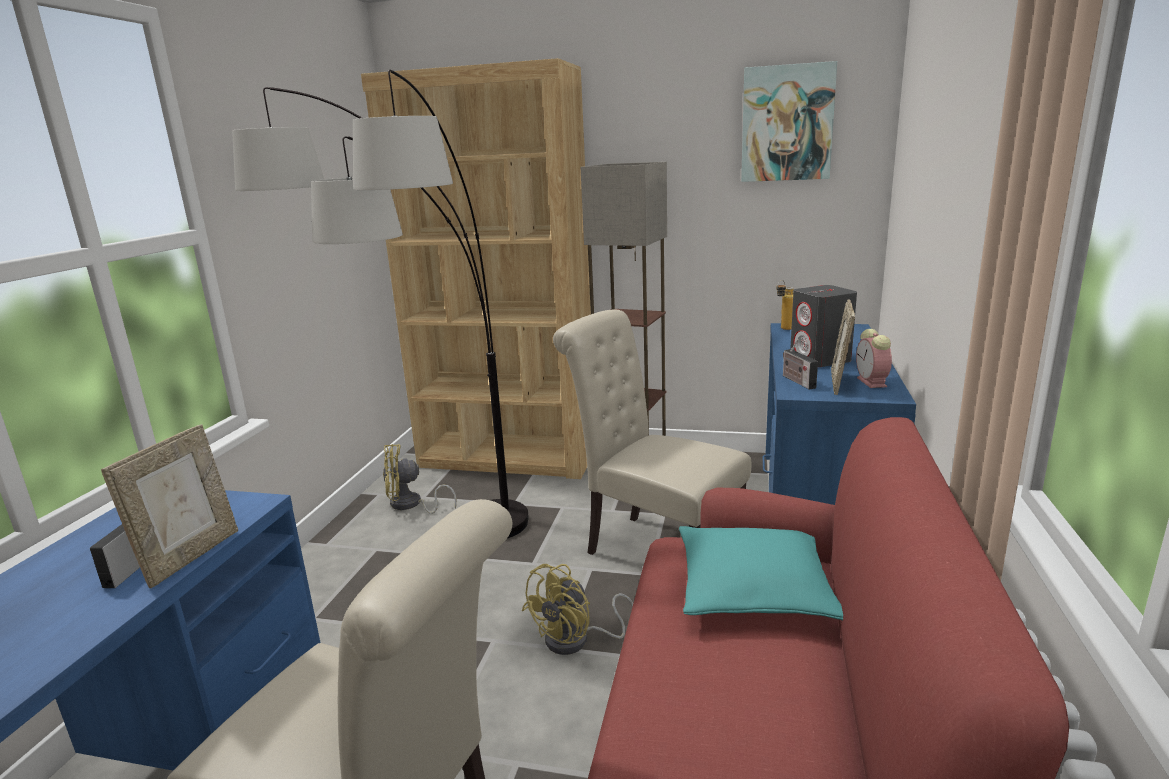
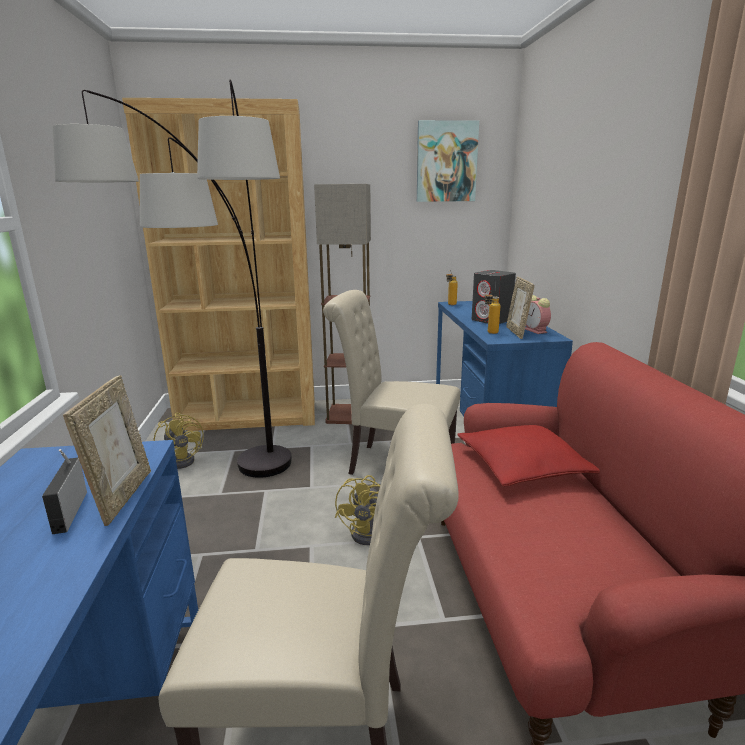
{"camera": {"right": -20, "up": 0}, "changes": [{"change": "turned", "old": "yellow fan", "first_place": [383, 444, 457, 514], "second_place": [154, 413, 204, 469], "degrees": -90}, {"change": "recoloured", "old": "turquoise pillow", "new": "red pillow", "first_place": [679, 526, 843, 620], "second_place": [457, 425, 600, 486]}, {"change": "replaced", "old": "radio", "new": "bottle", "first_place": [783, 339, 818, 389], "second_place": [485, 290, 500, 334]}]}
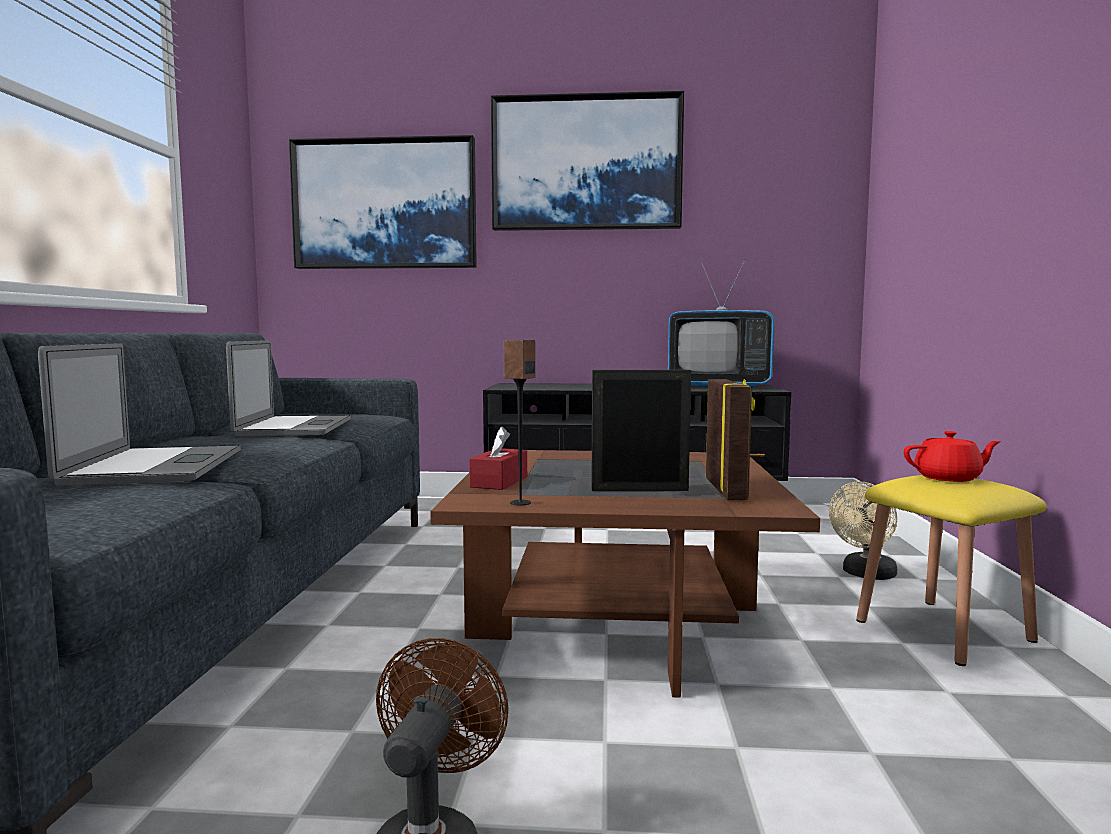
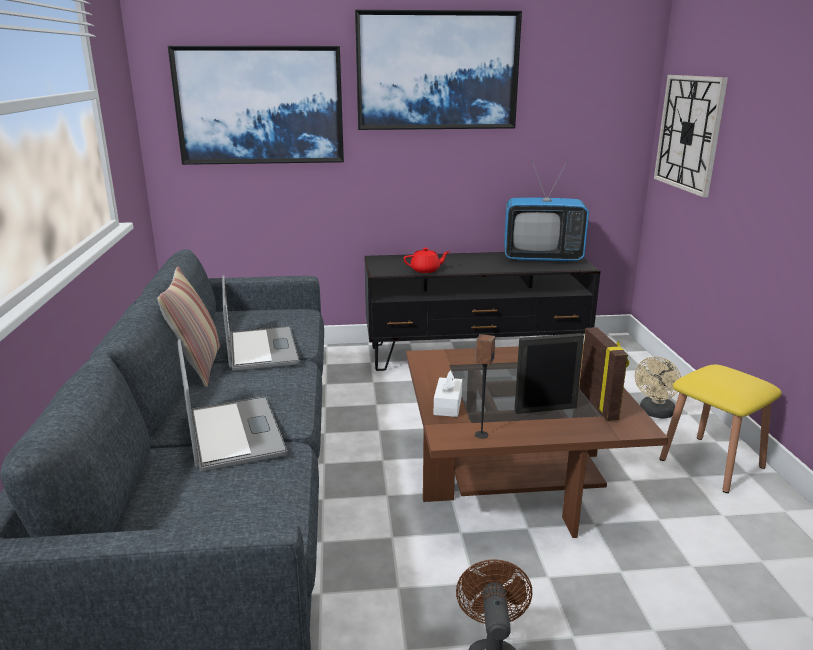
{"camera": {"right": -10, "up": 15}, "changes": [{"change": "added", "new": "pillow", "second_place": [157, 266, 220, 387]}, {"change": "moved", "old": "red teapot", "first_place": [904, 431, 1001, 482], "second_place": [404, 248, 450, 273]}, {"change": "recoloured", "old": "red tissue box", "new": "white tissue box", "first_place": [469, 426, 527, 490], "second_place": [434, 370, 462, 417]}, {"change": "added", "new": "wall clock", "second_place": [654, 75, 728, 197]}]}
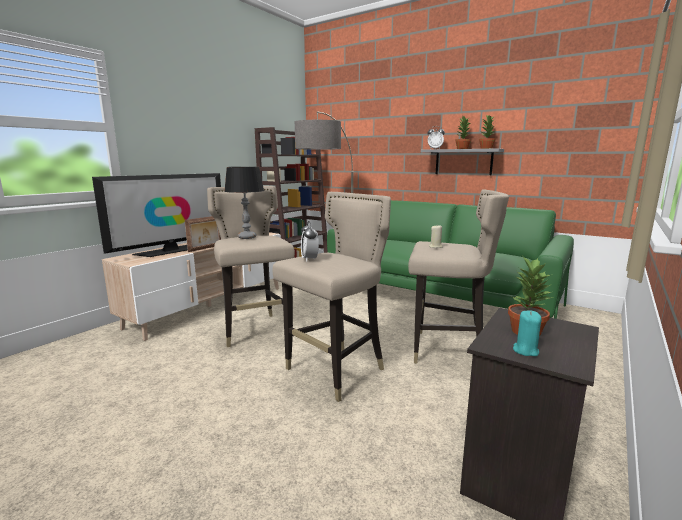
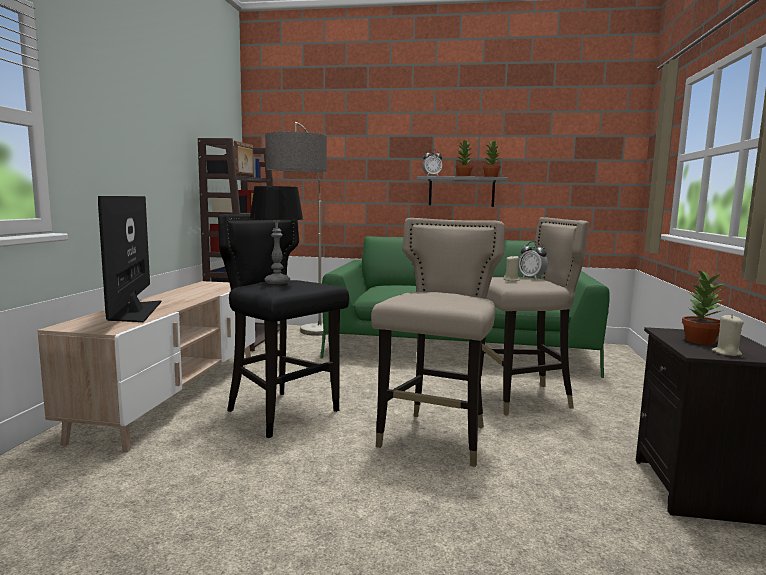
{"camera": {"right": -25, "up": -5}, "changes": [{"change": "turned", "old": "television", "first_place": [92, 173, 221, 257], "second_place": [98, 196, 162, 322], "degrees": 150}, {"change": "recoloured", "old": "beige stool", "new": "black stool", "first_place": [207, 186, 295, 347], "second_place": [218, 214, 349, 438]}, {"change": "moved", "old": "picture frame", "first_place": [185, 216, 221, 252], "second_place": [234, 141, 254, 177]}, {"change": "moved", "old": "alarm clock", "first_place": [301, 221, 319, 262], "second_place": [519, 241, 548, 279]}, {"change": "recoloured", "old": "turquoise candle", "new": "beige candle", "first_place": [513, 310, 542, 356], "second_place": [712, 314, 744, 356]}]}
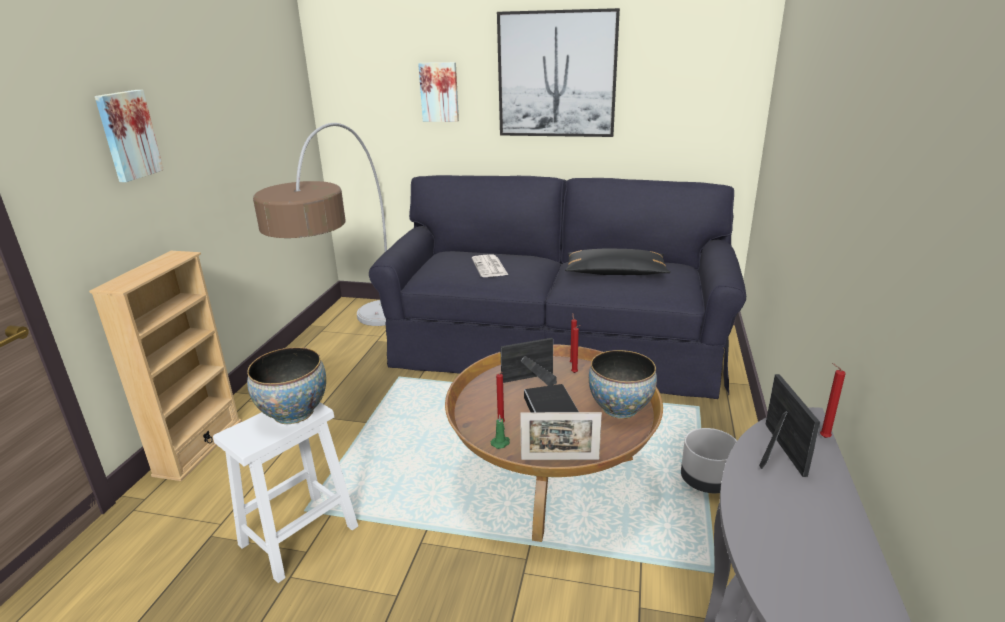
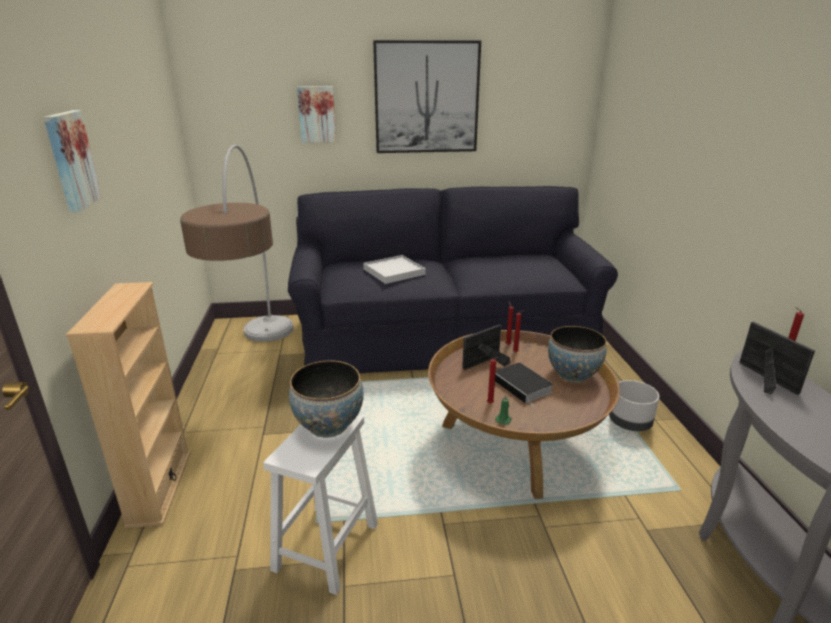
{"camera": {"right": -20, "up": 0}, "changes": [{"change": "replaced", "old": "newspaper", "new": "white tray", "first_place": [472, 254, 508, 277], "second_place": [363, 255, 426, 284]}, {"change": "removed", "old": "picture frame", "first_place": [520, 412, 602, 460]}, {"change": "removed", "old": "black pillow", "first_place": [565, 249, 671, 275]}]}
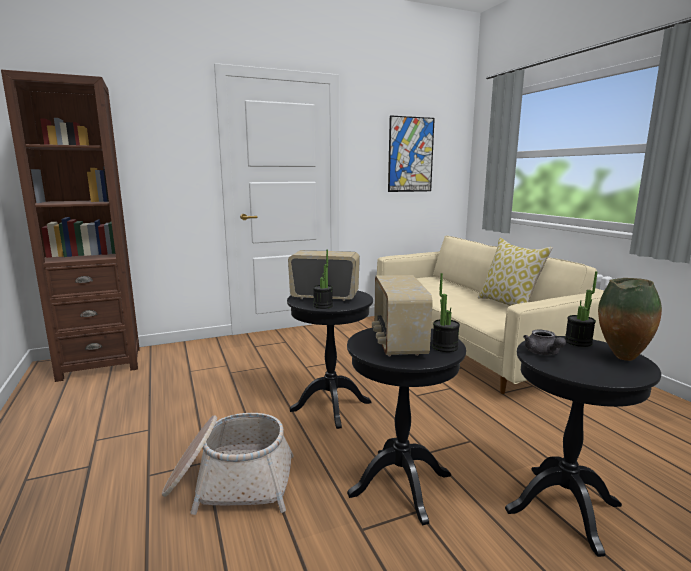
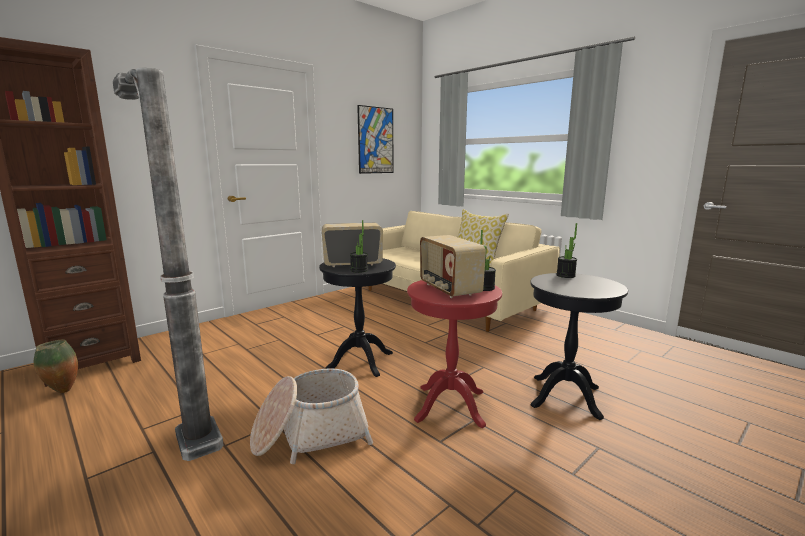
{"camera": {"right": -20, "up": 0}, "changes": [{"change": "moved", "old": "vase", "first_place": [598, 278, 662, 361], "second_place": [34, 340, 78, 393]}, {"change": "added", "new": "floor lamp", "second_place": [113, 68, 224, 461]}, {"change": "recoloured", "old": "black side table", "new": "red side table", "first_place": [347, 328, 466, 525], "second_place": [407, 280, 502, 428]}, {"change": "removed", "old": "grey teapot", "first_place": [523, 329, 566, 355]}]}
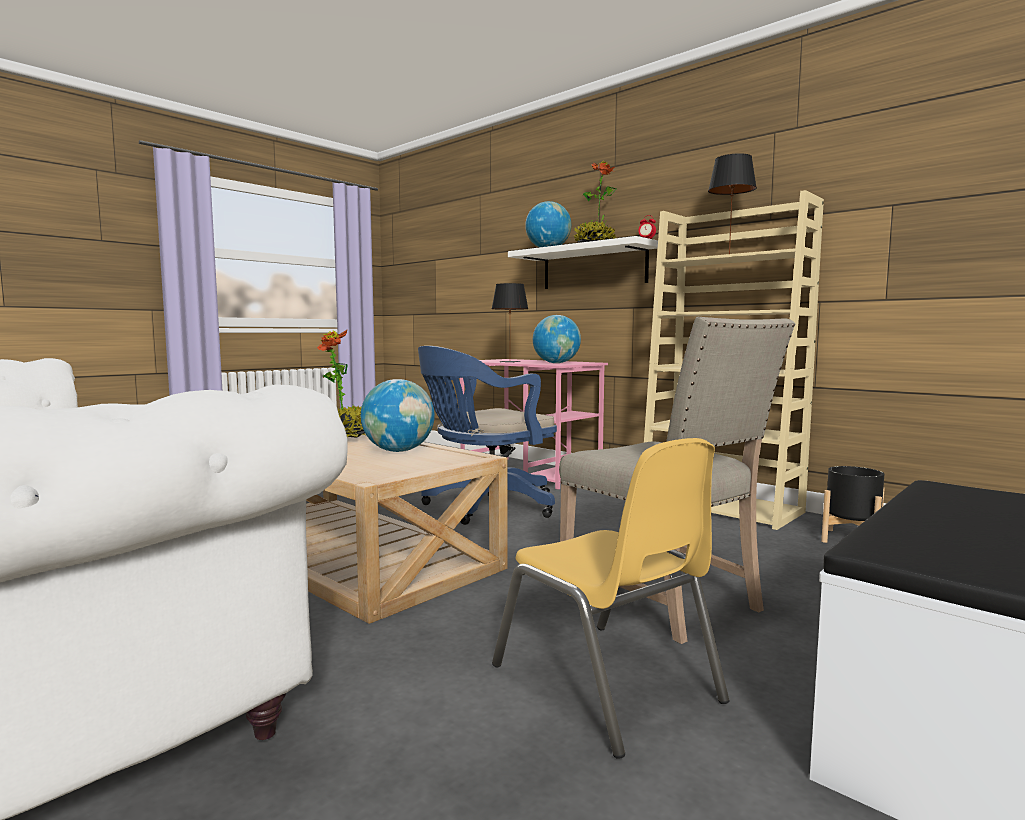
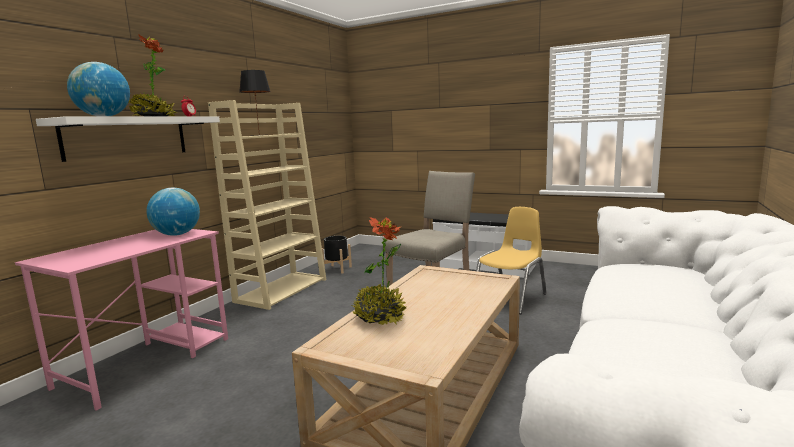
{"camera": {"right": -105, "up": 5}, "changes": [{"change": "removed", "old": "globe", "first_place": [361, 379, 435, 452]}, {"change": "removed", "old": "blue office chair", "first_place": [418, 346, 557, 525]}, {"change": "removed", "old": "black table lamp", "first_place": [492, 283, 528, 362]}]}
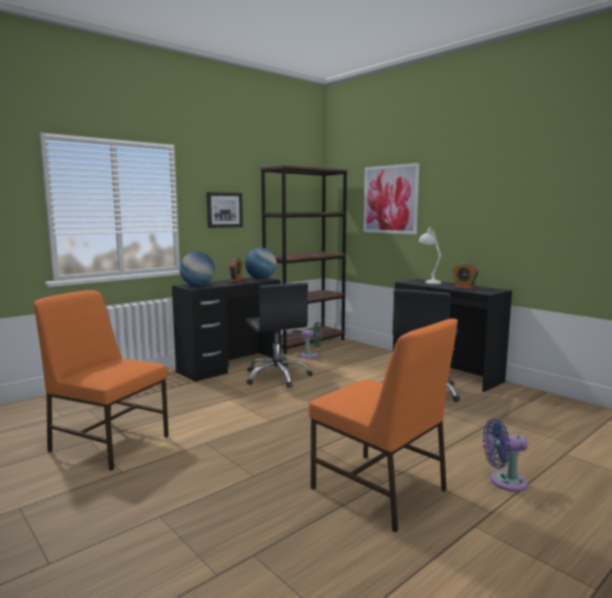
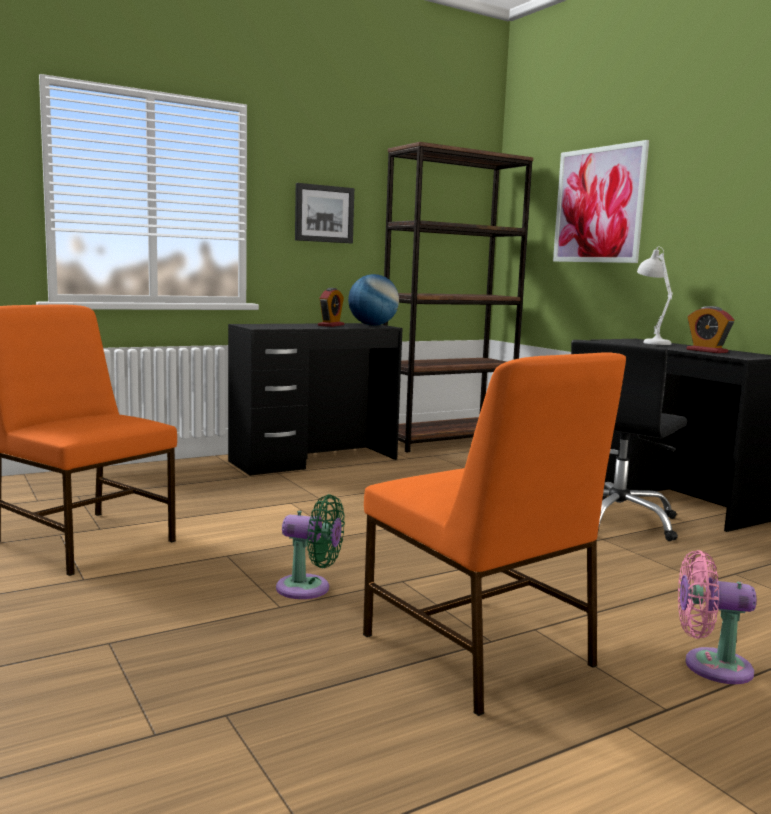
{"camera": {"right": 10, "up": 0}, "changes": [{"change": "moved", "old": "green fan", "first_place": [300, 321, 321, 359], "second_place": [276, 494, 345, 599]}, {"change": "recoloured", "old": "blue fan", "new": "pink fan", "first_place": [483, 419, 528, 492], "second_place": [678, 550, 757, 684]}, {"change": "removed", "old": "globe", "first_place": [179, 251, 215, 286]}, {"change": "removed", "old": "black office chair", "first_place": [246, 283, 313, 388]}]}
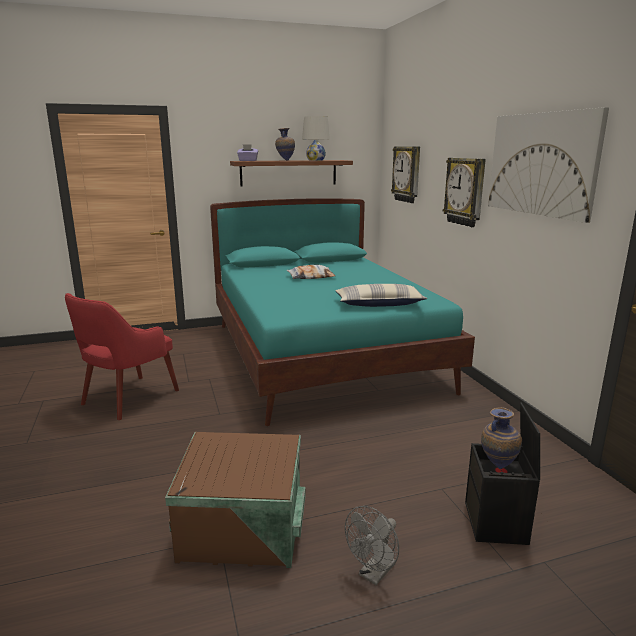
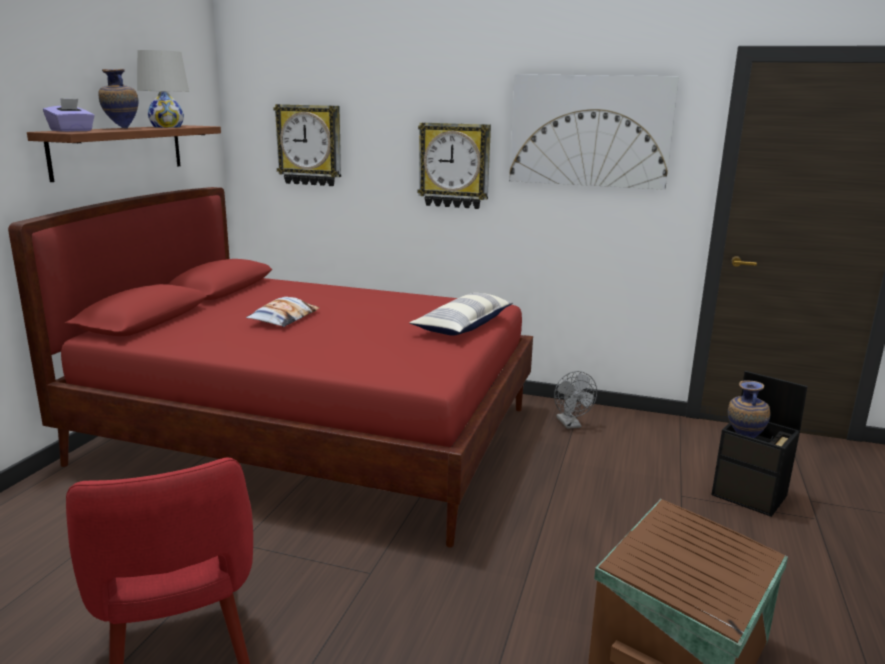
{"camera": {"right": -55, "up": 0}, "changes": [{"change": "recoloured", "old": "turquoise bed", "new": "red bed", "first_place": [210, 198, 475, 426], "second_place": [8, 187, 533, 548]}, {"change": "moved", "old": "grey fan", "first_place": [345, 506, 399, 585], "second_place": [554, 371, 597, 429]}]}
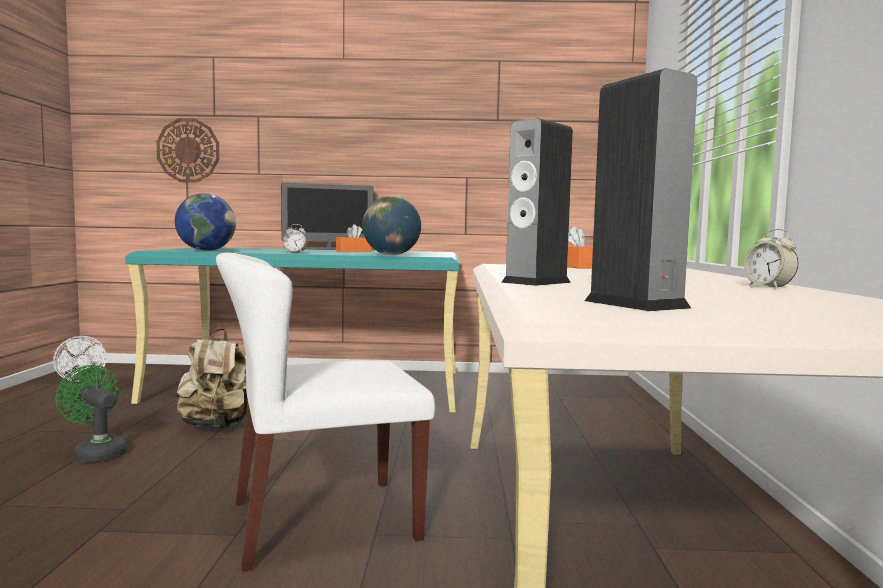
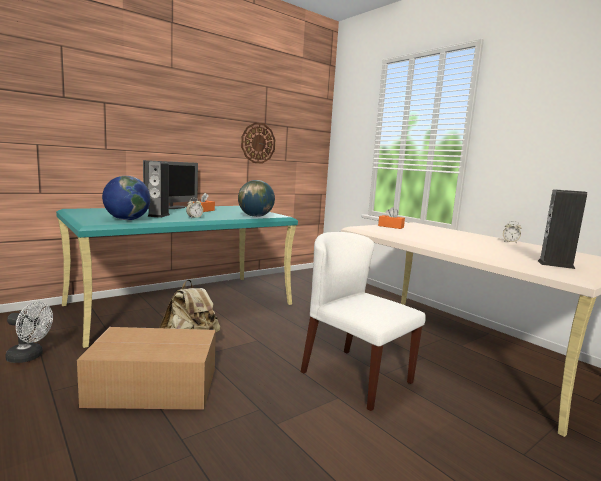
{"camera": {"right": -40, "up": 5}, "changes": [{"change": "replaced", "old": "green fan", "new": "cardboard box", "first_place": [56, 365, 127, 462], "second_place": [77, 327, 216, 410]}, {"change": "moved", "old": "speaker", "first_place": [501, 118, 573, 286], "second_place": [147, 161, 170, 218]}, {"change": "moved", "old": "wall clock", "first_place": [156, 118, 219, 183], "second_place": [241, 122, 275, 164]}, {"change": "turned", "old": "white chair", "first_place": [216, 253, 435, 572], "second_place": [301, 232, 426, 411], "degrees": 105}]}
